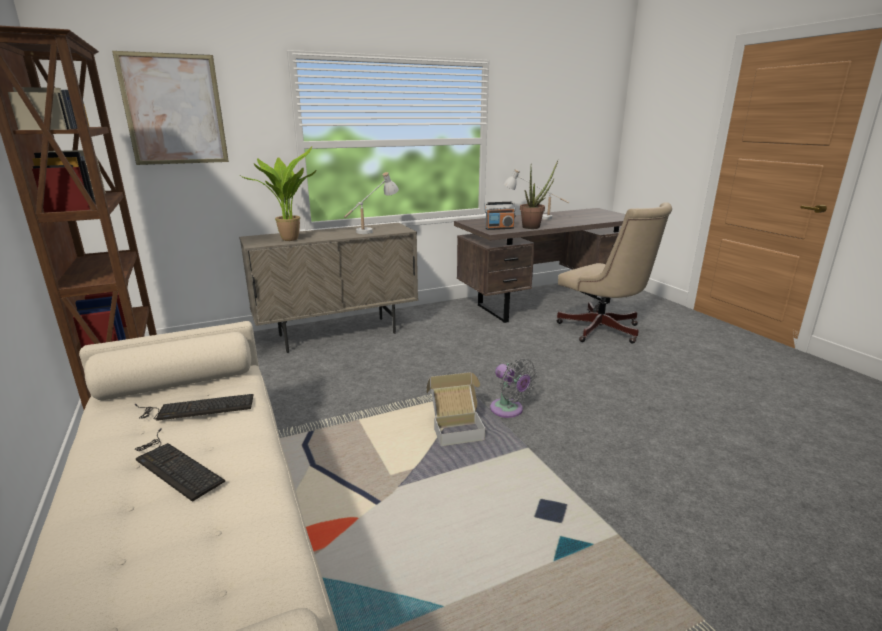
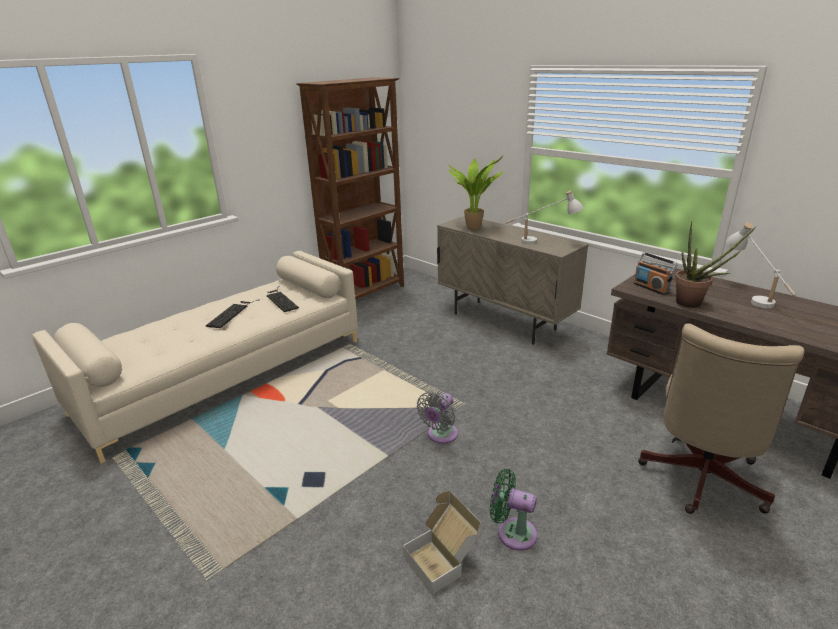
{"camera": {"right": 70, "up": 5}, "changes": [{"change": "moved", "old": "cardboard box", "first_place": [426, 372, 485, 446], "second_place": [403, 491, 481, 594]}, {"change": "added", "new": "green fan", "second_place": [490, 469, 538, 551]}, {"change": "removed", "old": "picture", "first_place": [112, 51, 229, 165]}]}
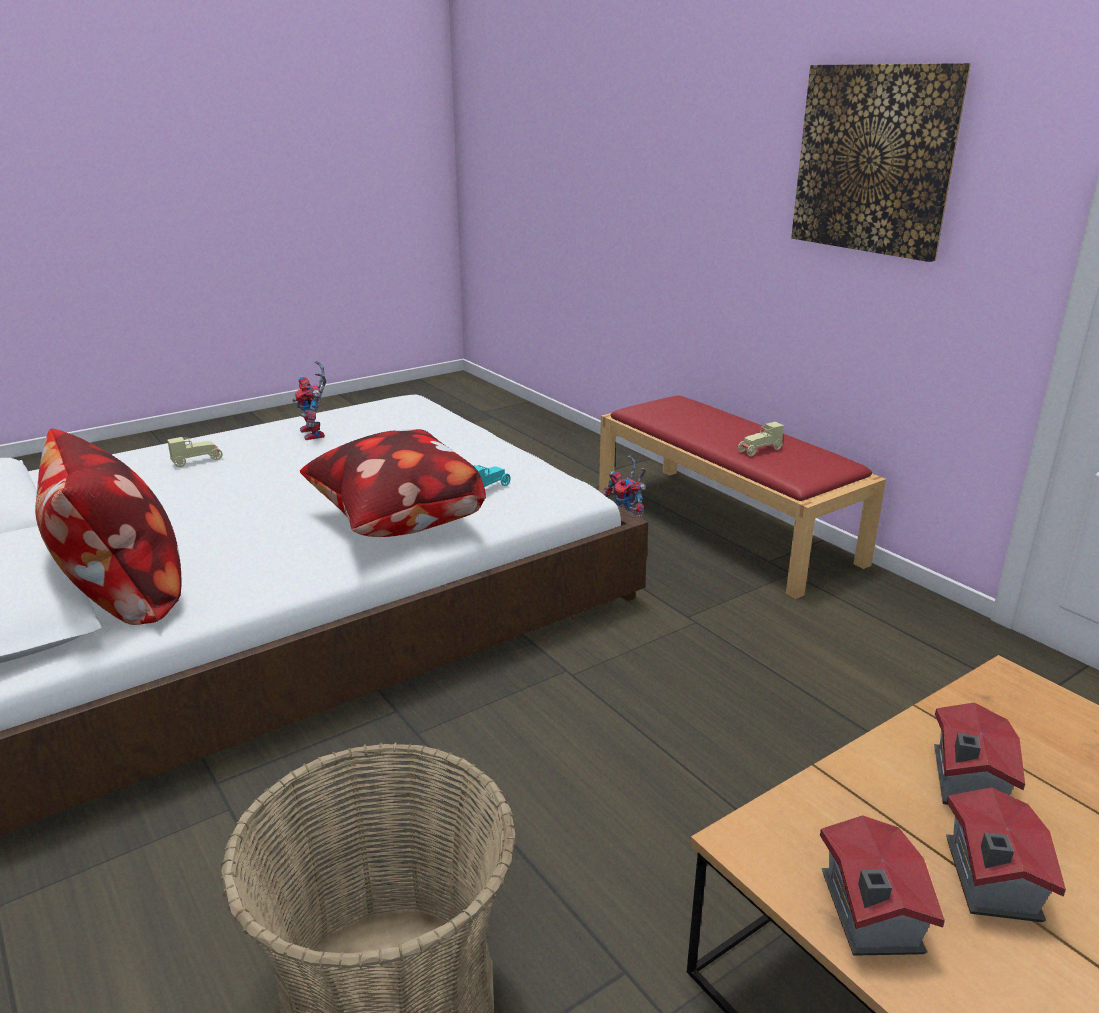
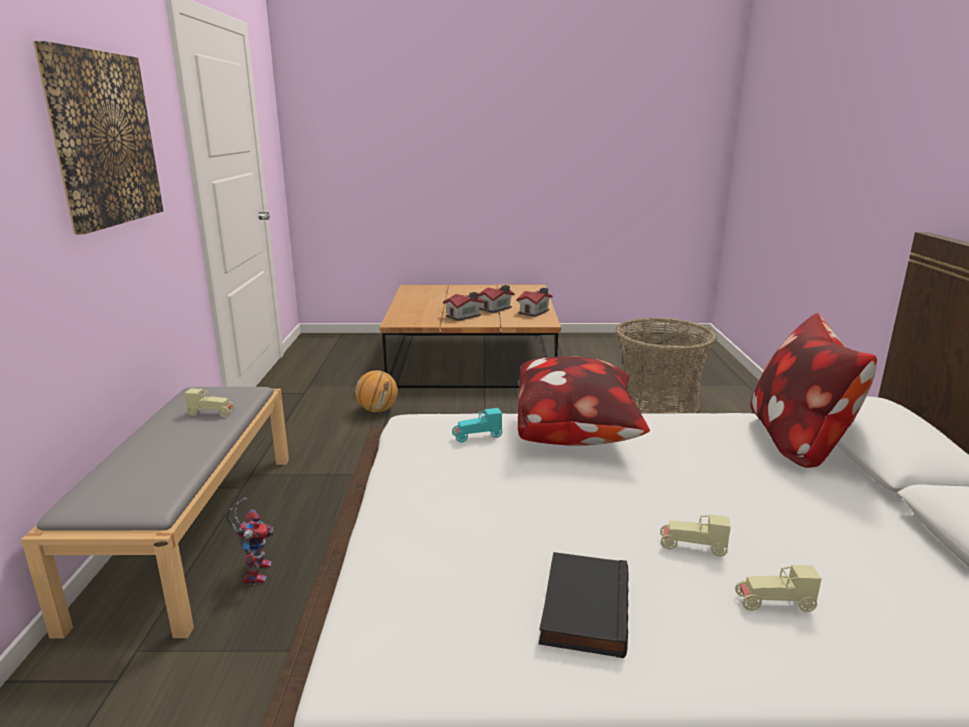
{"camera": {"right": -145, "up": -5}, "changes": [{"change": "recoloured", "old": "red bench", "new": "grey bench", "first_place": [599, 396, 886, 599], "second_place": [21, 387, 289, 638]}, {"change": "added", "new": "basketball", "second_place": [355, 370, 398, 412]}, {"change": "replaced", "old": "toy robot", "new": "black book", "first_place": [292, 361, 326, 440], "second_place": [539, 552, 629, 658]}, {"change": "added", "new": "beige toy car", "second_place": [660, 514, 731, 557]}]}
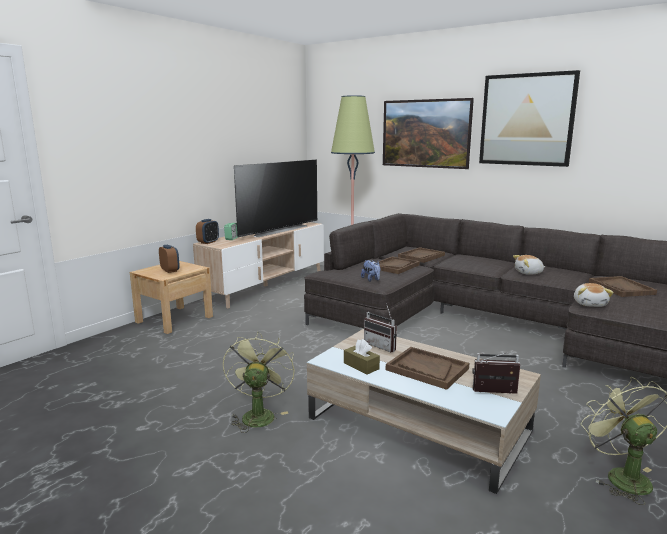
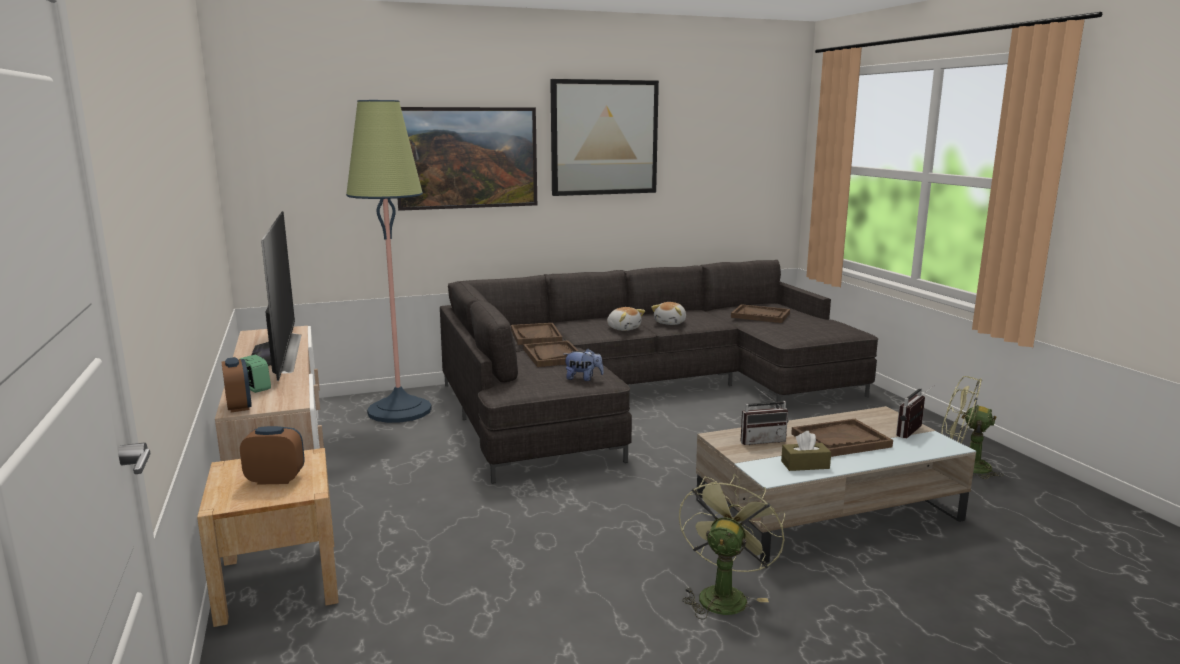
{"camera": {"right": -55, "up": 0}, "changes": [{"change": "moved", "old": "plush toy", "first_place": [574, 283, 614, 307], "second_place": [607, 307, 645, 331]}, {"change": "turned", "old": "green fan", "first_place": [223, 332, 295, 433], "second_place": [679, 474, 785, 620], "degrees": 75}]}
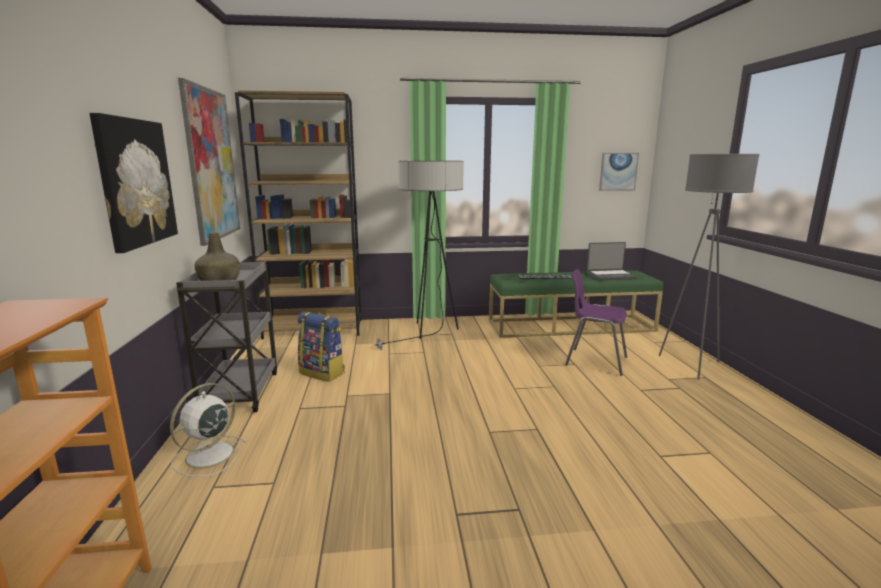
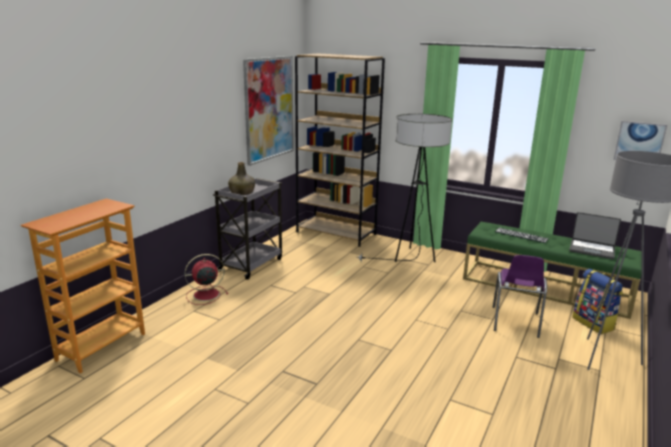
{"camera": {"right": 35, "up": 5}, "changes": [{"change": "recoloured", "old": "white fan", "new": "red fan", "first_place": [170, 383, 247, 477], "second_place": [185, 254, 228, 305]}, {"change": "turned", "old": "purple chair", "first_place": [565, 269, 627, 376], "second_place": [493, 255, 547, 338], "degrees": -135}, {"change": "moved", "old": "backpack", "first_place": [297, 312, 345, 382], "second_place": [572, 269, 623, 334]}, {"change": "removed", "old": "picture", "first_place": [89, 113, 178, 253]}]}
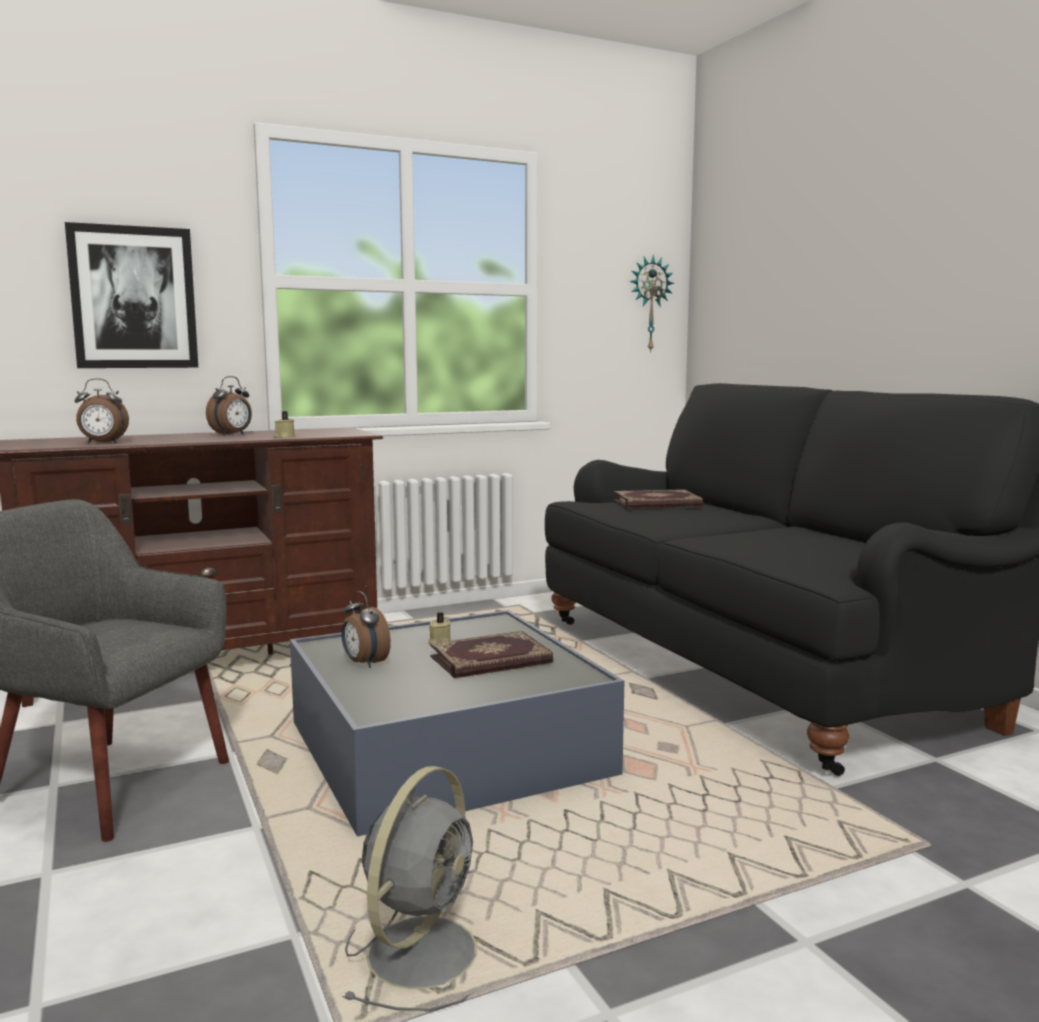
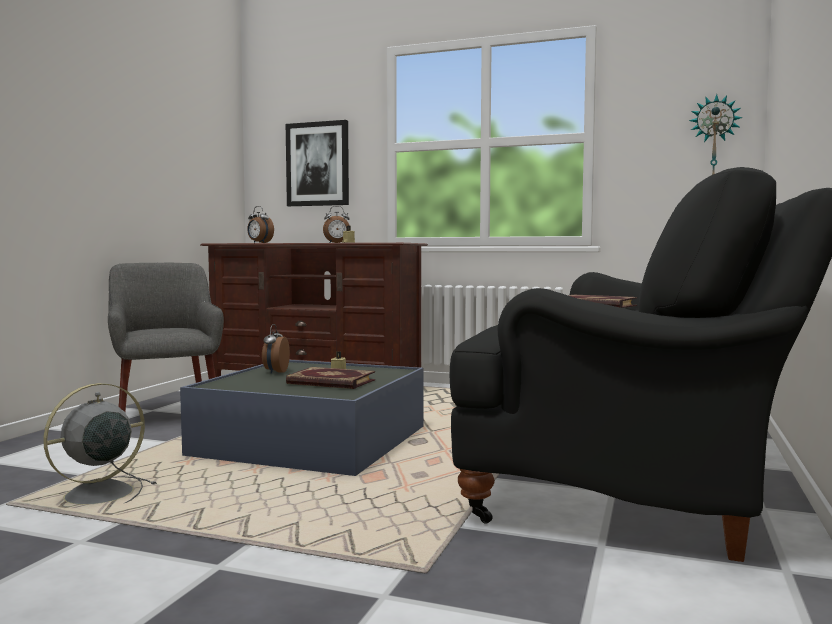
{"camera": {"right": 45, "up": -5}, "changes": [{"change": "turned", "old": "grey fan", "first_place": [342, 766, 477, 1012], "second_place": [43, 383, 157, 505], "degrees": 150}]}
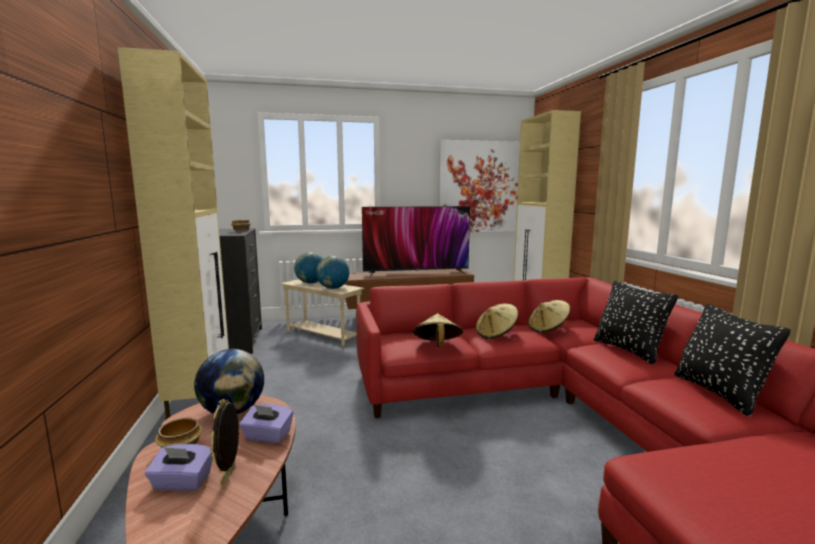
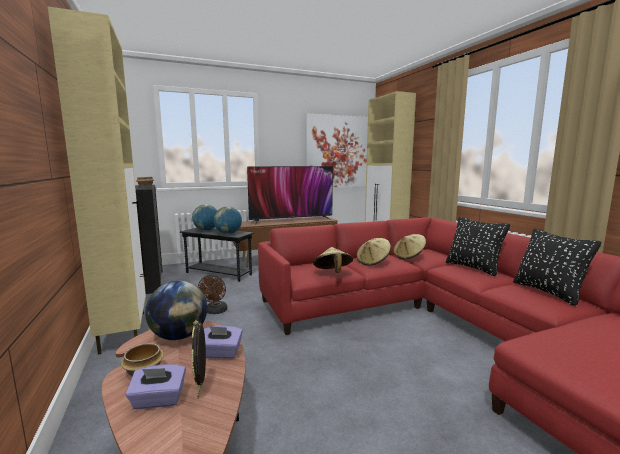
{"camera": {"right": -10, "up": 0}, "changes": [{"change": "recoloured", "old": "beige side table", "new": "black side table", "first_place": [281, 279, 364, 347], "second_place": [180, 228, 254, 282]}, {"change": "added", "new": "brown fan", "second_place": [198, 275, 227, 314]}]}
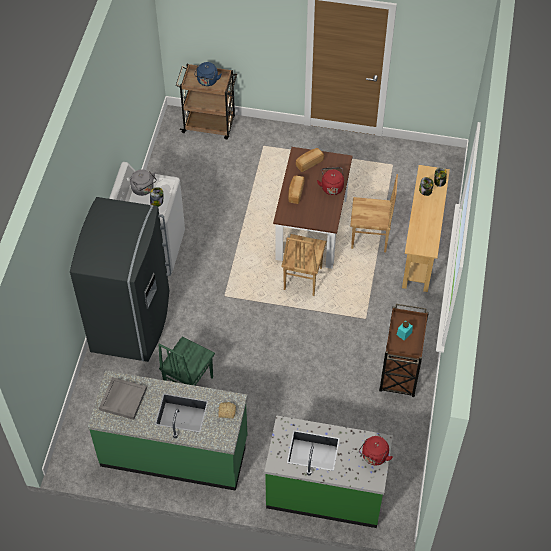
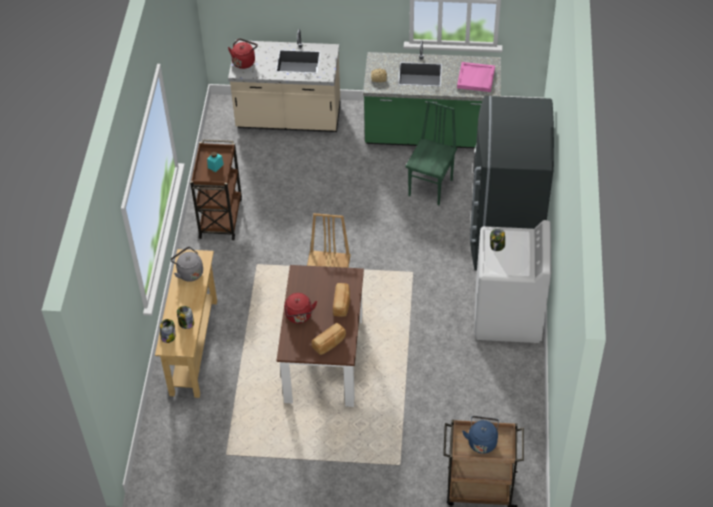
{"camera": {"right": 175, "up": -5}, "changes": [{"change": "moved", "old": "grey kettle", "first_place": [130, 169, 157, 196], "second_place": [170, 247, 203, 282]}, {"change": "recoloured", "old": "green counter", "new": "beige counter", "first_place": [264, 415, 393, 528], "second_place": [228, 29, 340, 132]}, {"change": "recoloured", "old": "grey tray", "new": "pink tray", "first_place": [99, 377, 147, 420], "second_place": [457, 62, 495, 92]}, {"change": "removed", "old": "brown chair", "first_place": [350, 174, 398, 252]}]}
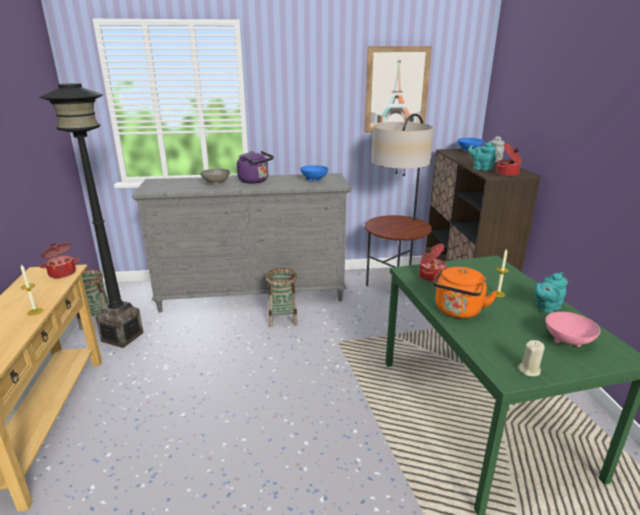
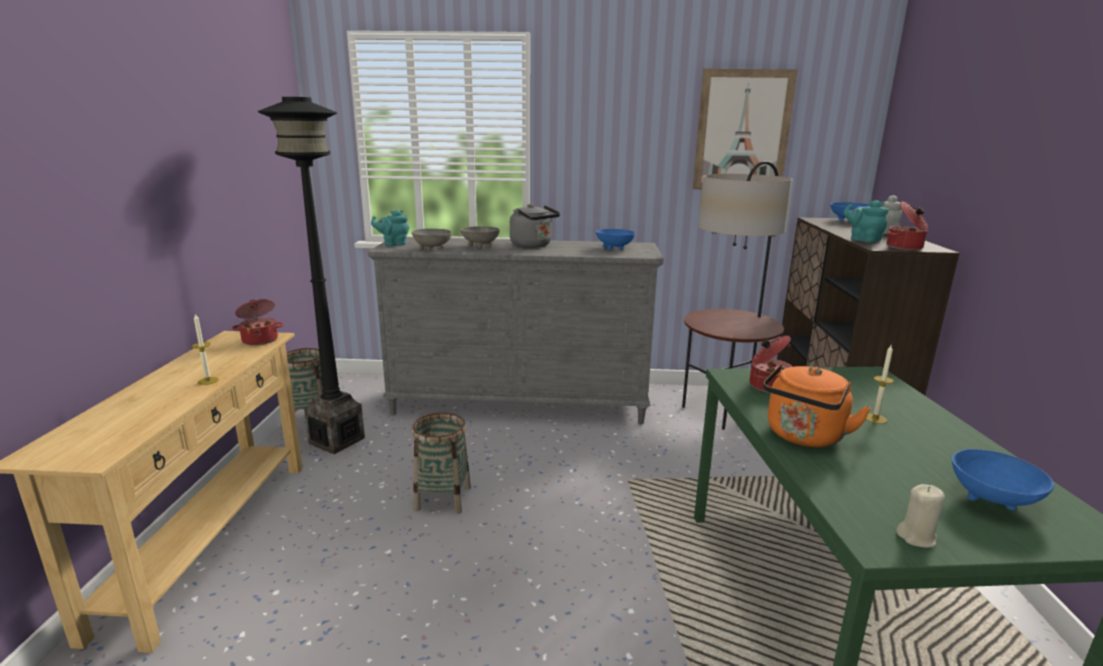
{"camera": {"right": 10, "up": -5}, "changes": [{"change": "moved", "old": "turquoise teapot", "first_place": [535, 272, 568, 313], "second_place": [371, 210, 409, 246]}, {"change": "added", "new": "grey bowl", "second_place": [412, 229, 452, 251]}, {"change": "moved", "old": "basket", "first_place": [265, 268, 298, 327], "second_place": [412, 412, 471, 514]}, {"change": "recoloured", "old": "purple kettle", "new": "grey kettle", "first_place": [237, 151, 274, 184], "second_place": [510, 204, 560, 248]}, {"change": "recoloured", "old": "pink bowl", "new": "blue bowl", "first_place": [545, 312, 601, 347], "second_place": [952, 449, 1054, 510]}]}
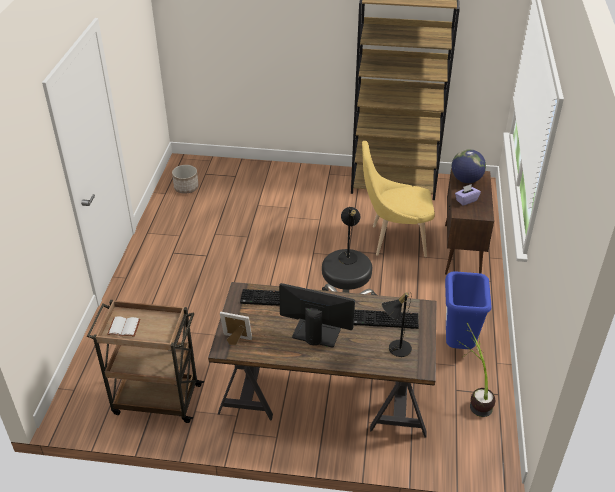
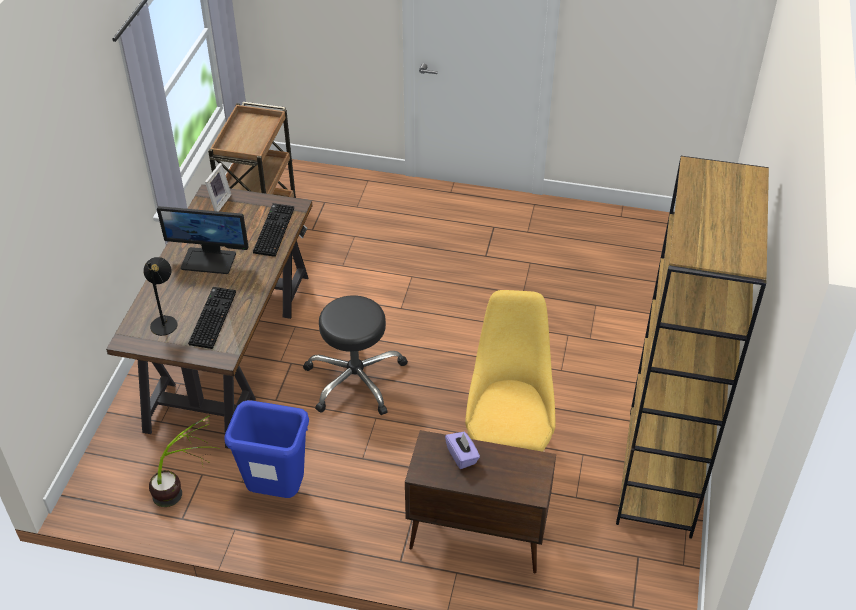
{"camera": {"right": 95, "up": 5}, "changes": [{"change": "turned", "old": "monitor", "first_place": [279, 283, 355, 348], "second_place": [157, 206, 249, 274], "degrees": 75}, {"change": "removed", "old": "white book", "first_place": [107, 316, 140, 337]}, {"change": "removed", "old": "planter", "first_place": [172, 165, 199, 194]}, {"change": "removed", "old": "black table lamp", "first_place": [338, 207, 360, 265]}, {"change": "removed", "old": "globe", "first_place": [452, 149, 486, 183]}]}
